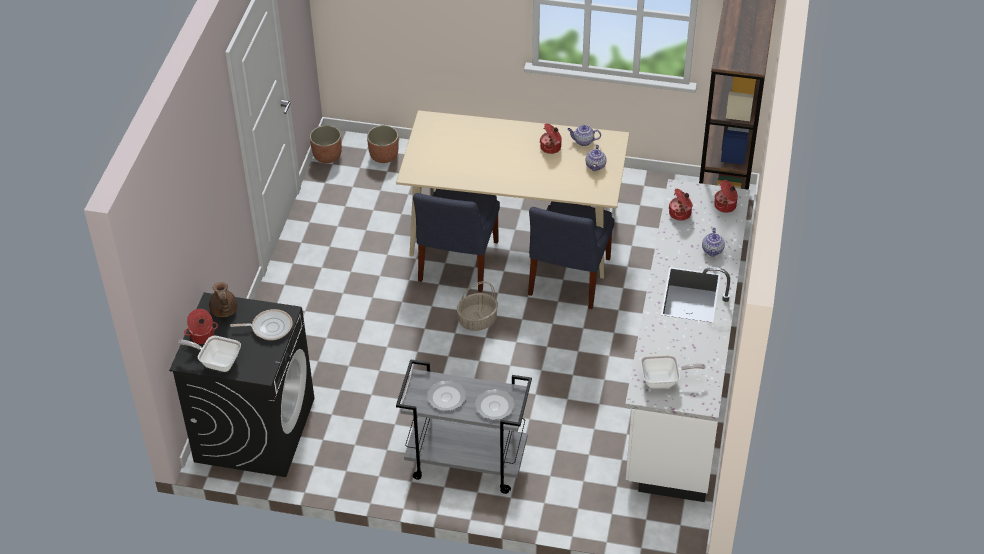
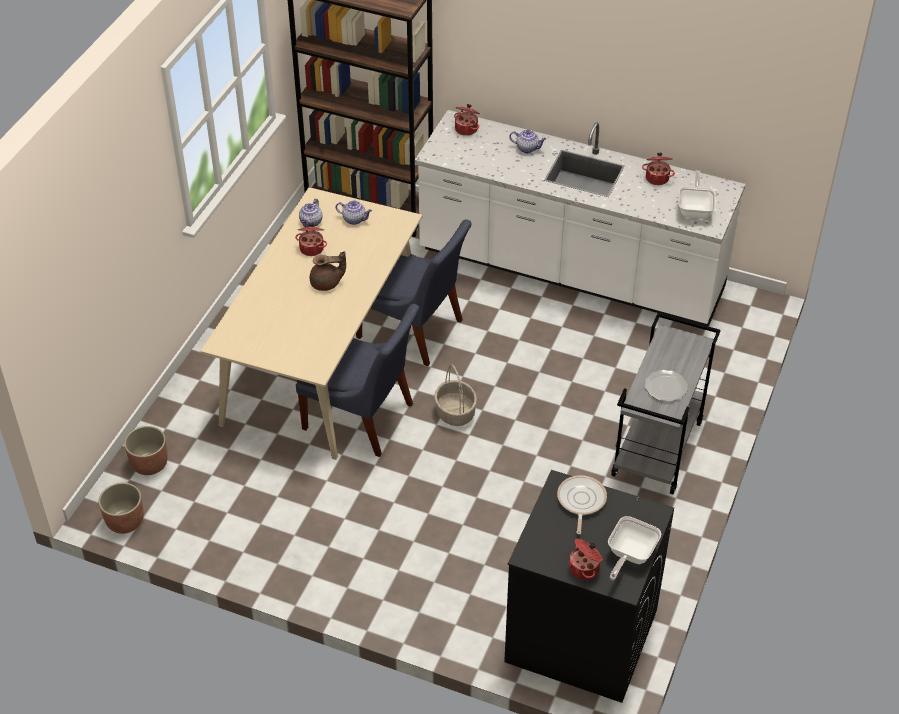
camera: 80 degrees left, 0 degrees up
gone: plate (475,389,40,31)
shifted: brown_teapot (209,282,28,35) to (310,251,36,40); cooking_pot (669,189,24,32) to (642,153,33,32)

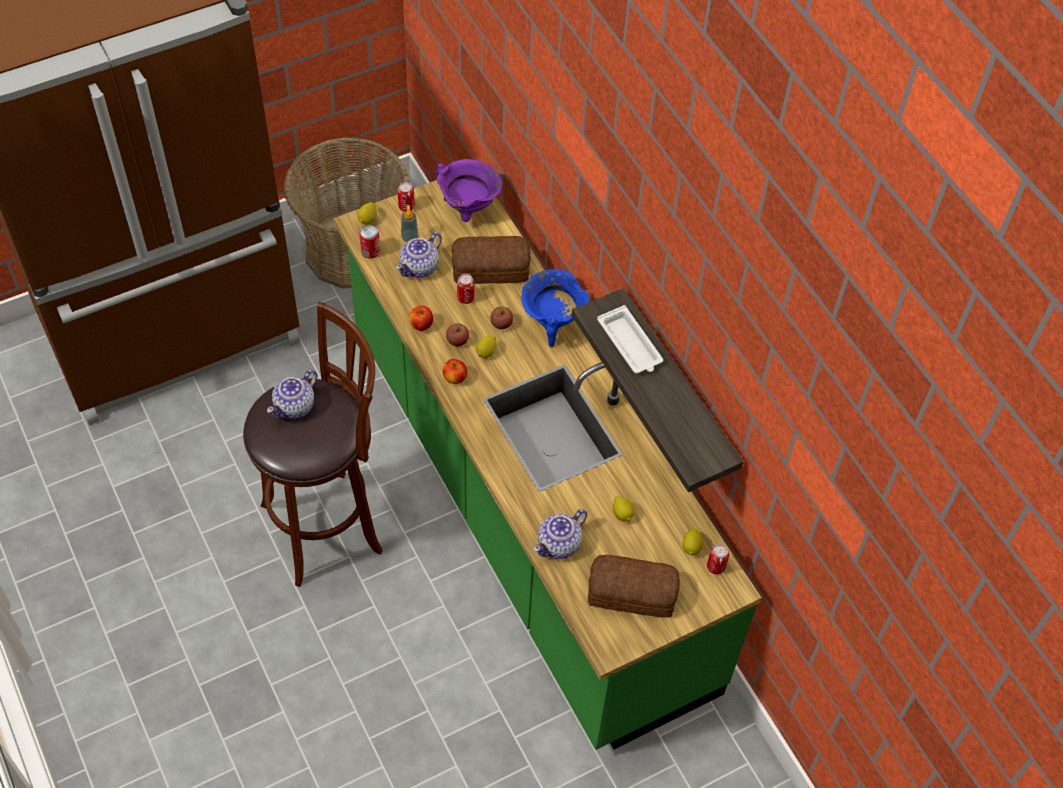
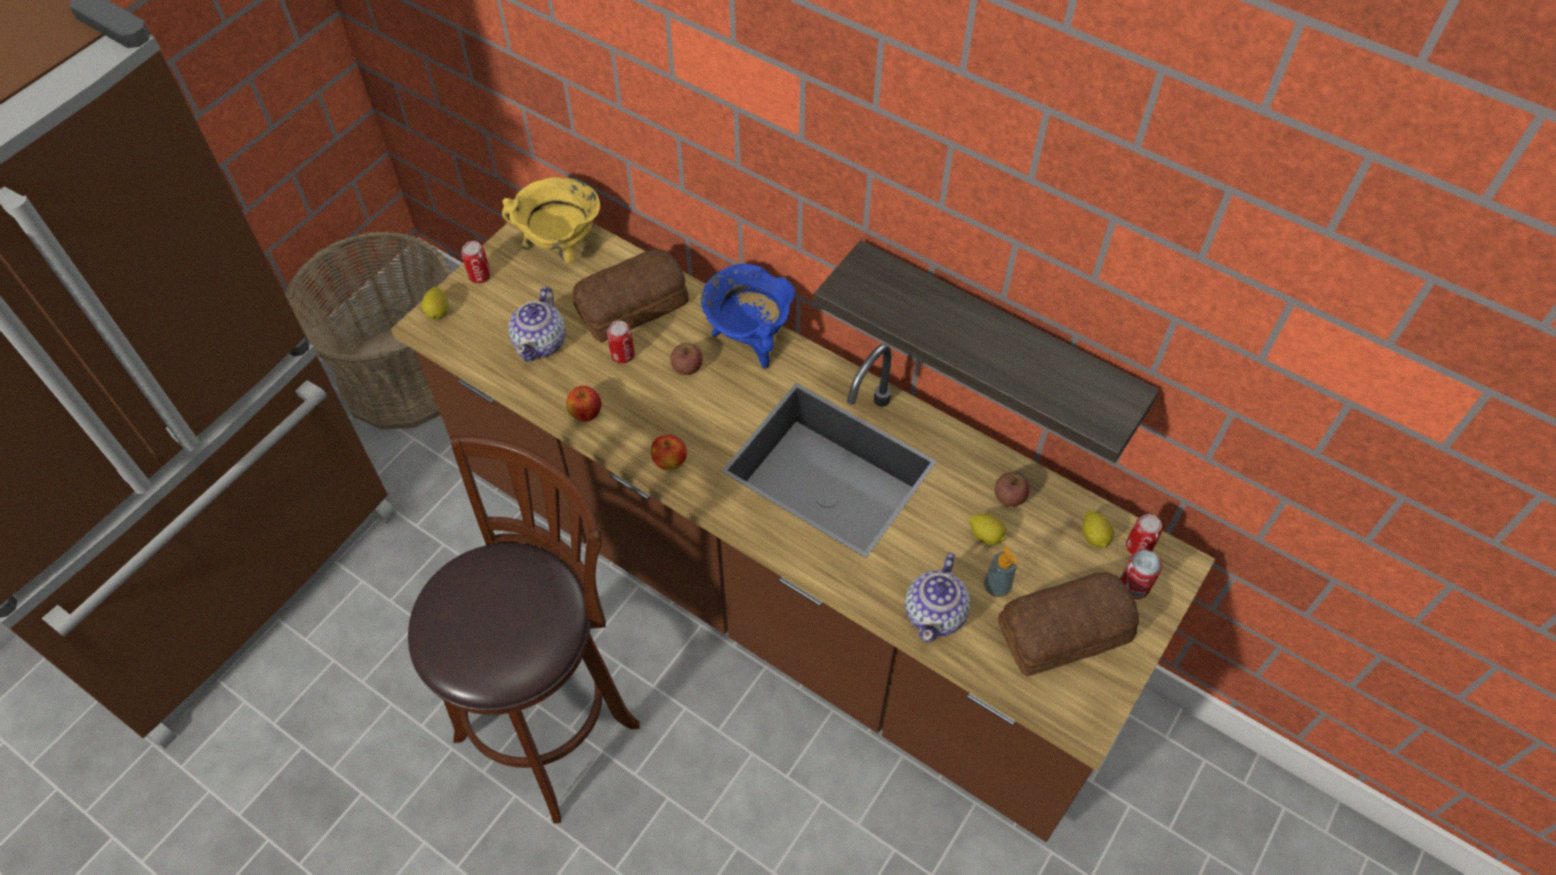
camera: 25 degrees left, 0 degrees up
gone: teapot (267,369,50,50); lemon (476,335,21,23); white_tray (597,305,66,69)
shifted: soap_dispenser (401,205,17,37) to (984,546,34,51); apple (446,323,23,23) to (994,472,35,35); can (359,225,21,33) to (1120,550,42,49)
repainted: green_counter (334,180,428,570) to brown_counter (391,222,824,620); purple_cooking_pot (436,159,66,63) to yellow_cooking_pot (502,177,98,86)

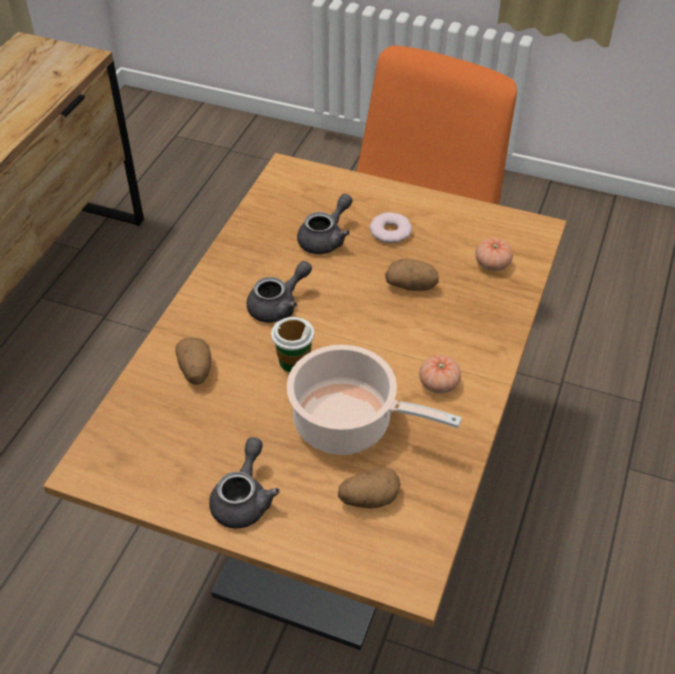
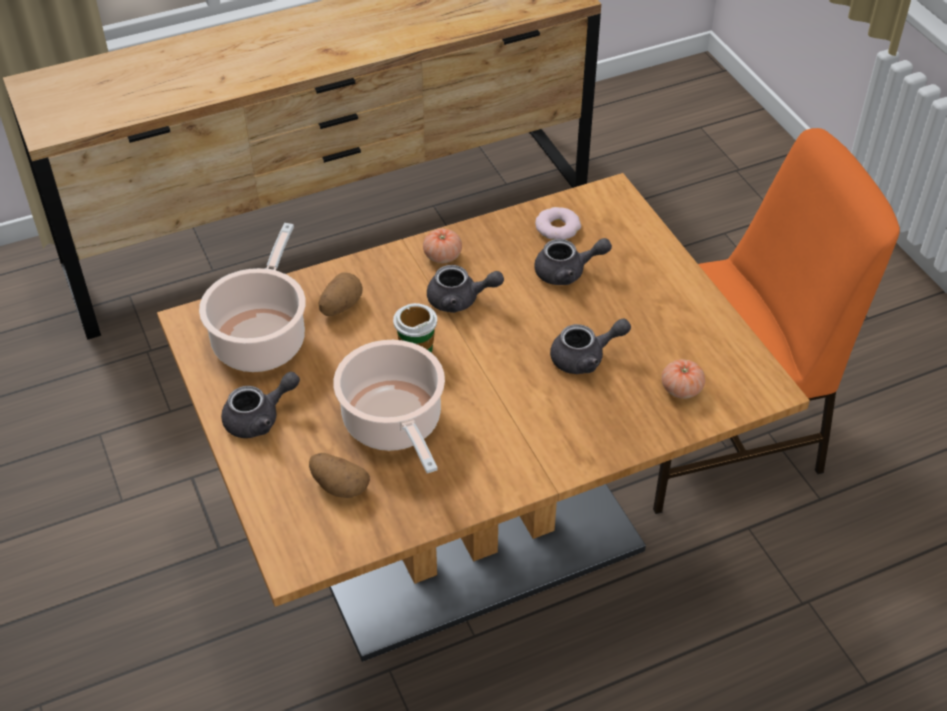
camera: 45 degrees right, 0 degrees up
new: cooking_pot (199,223,107,149)
shifted: tomato (419,355,42,38) to (423,228,39,35); donut (369,212,43,31) to (535,207,46,33)
swapped: potato (385,259,54,32) to grey_teapot (550,318,81,56)

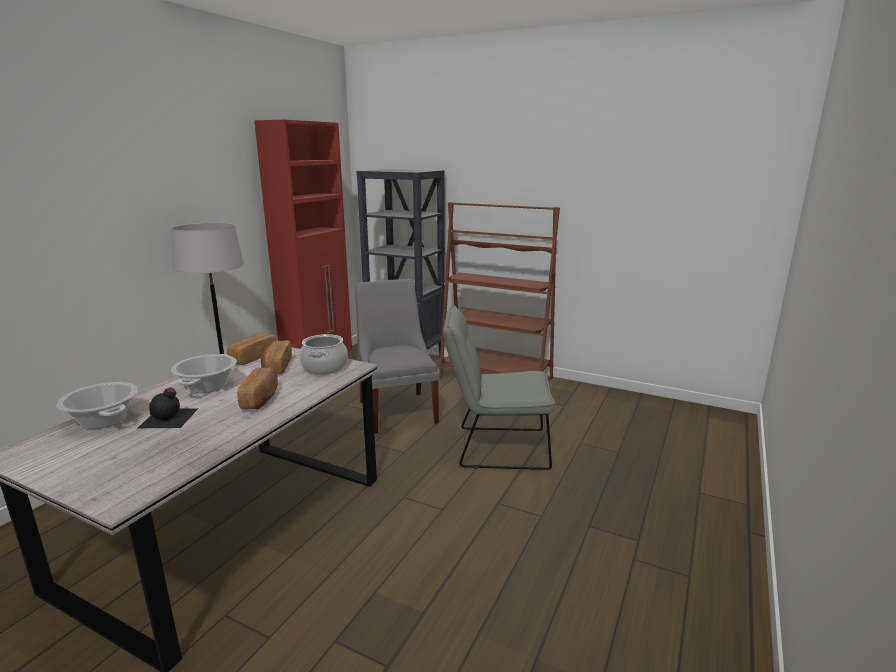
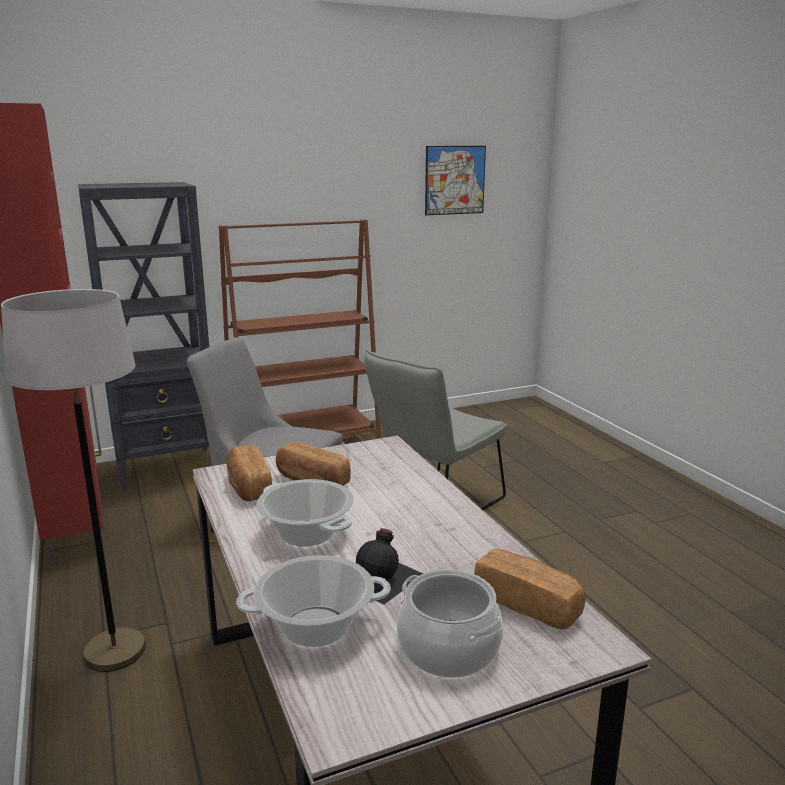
camera: 50 degrees left, 0 degrees up
new: picture (425,146,61,69)
shifted: cooking_pot (300,334,48,41) to (397,569,106,109); bread (237,367,41,42) to (474,549,112,81)

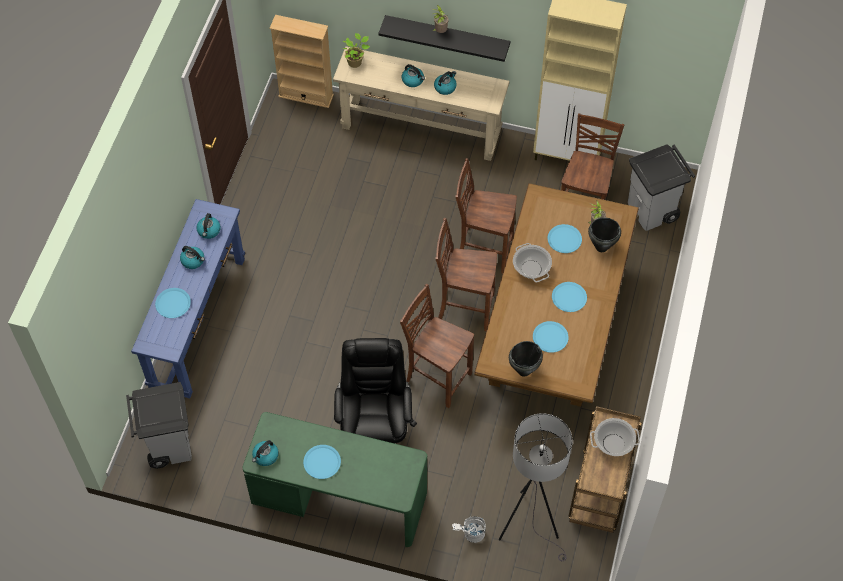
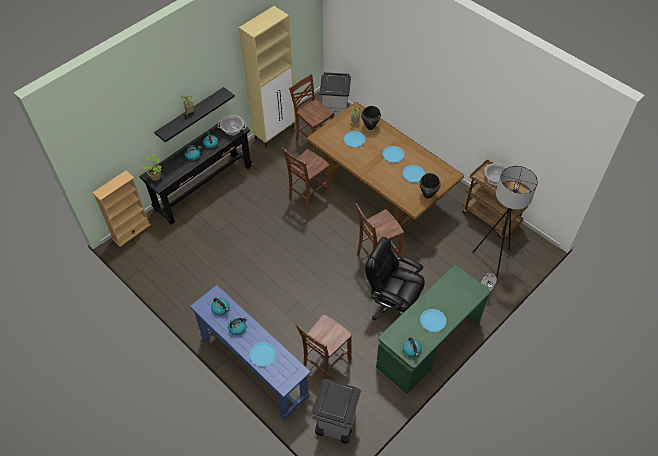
camera: 60 degrees left, 5 degrees down
shifted: cooking_pot (513,243,39,39) to (218,115,29,20); brown_chair (435,218,62,113) to (295,314,57,65)
repainted: beige_console_table (333,46,177,115) to black_console_table (139,122,113,103)

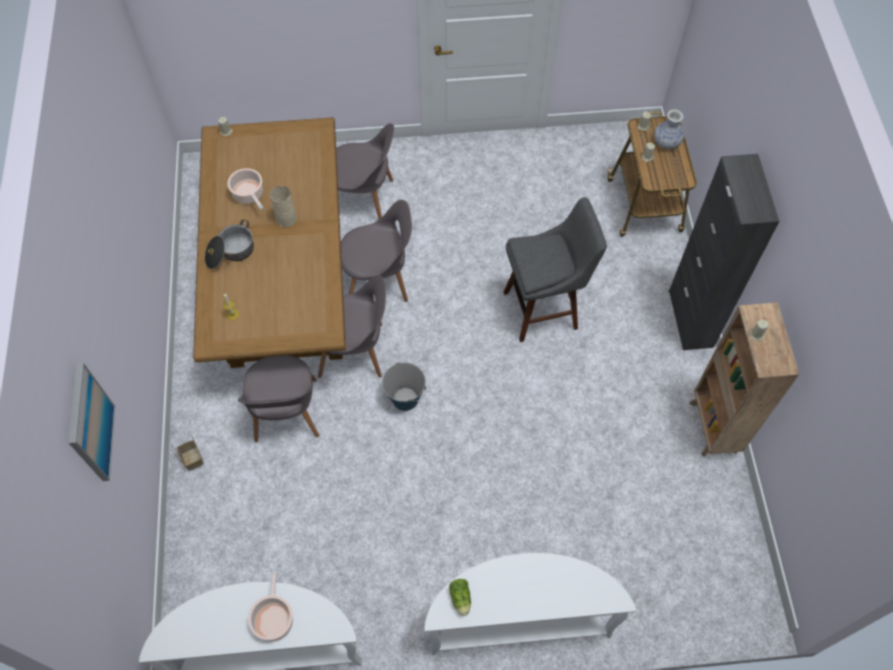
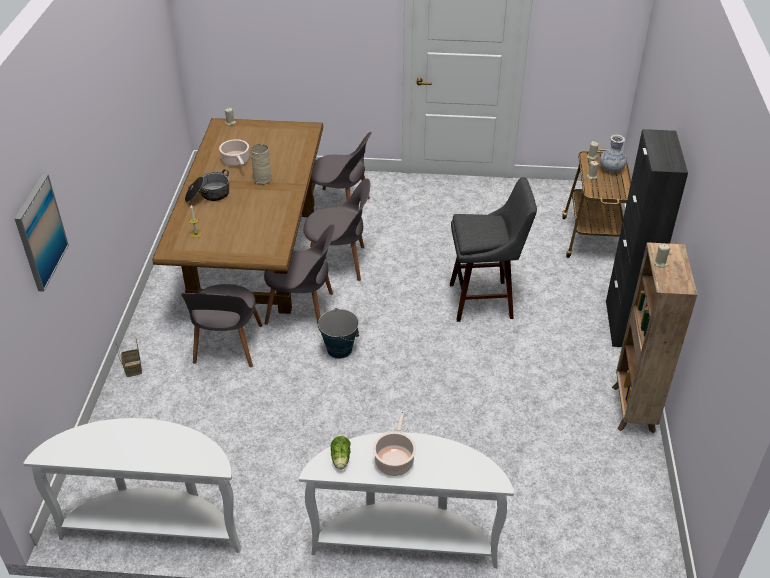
camera: 10 degrees right, 20 degrees down
shifted: cooking_pot (248,568,45,74) to (373,411,43,65)

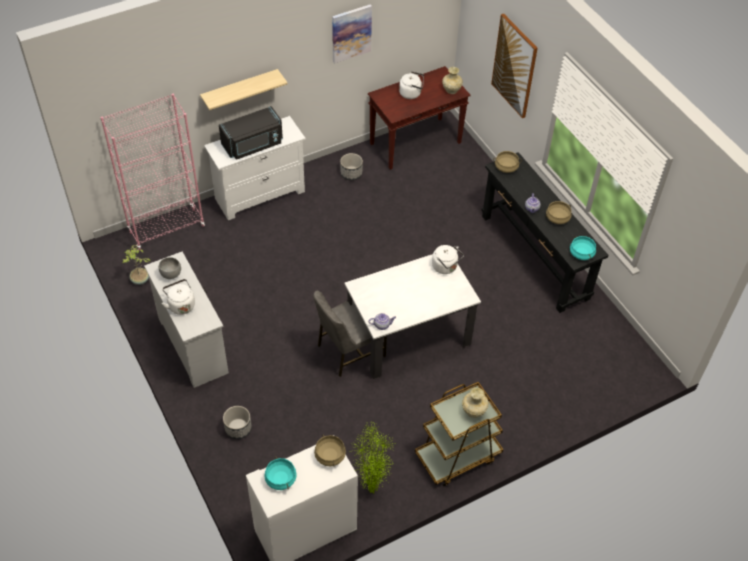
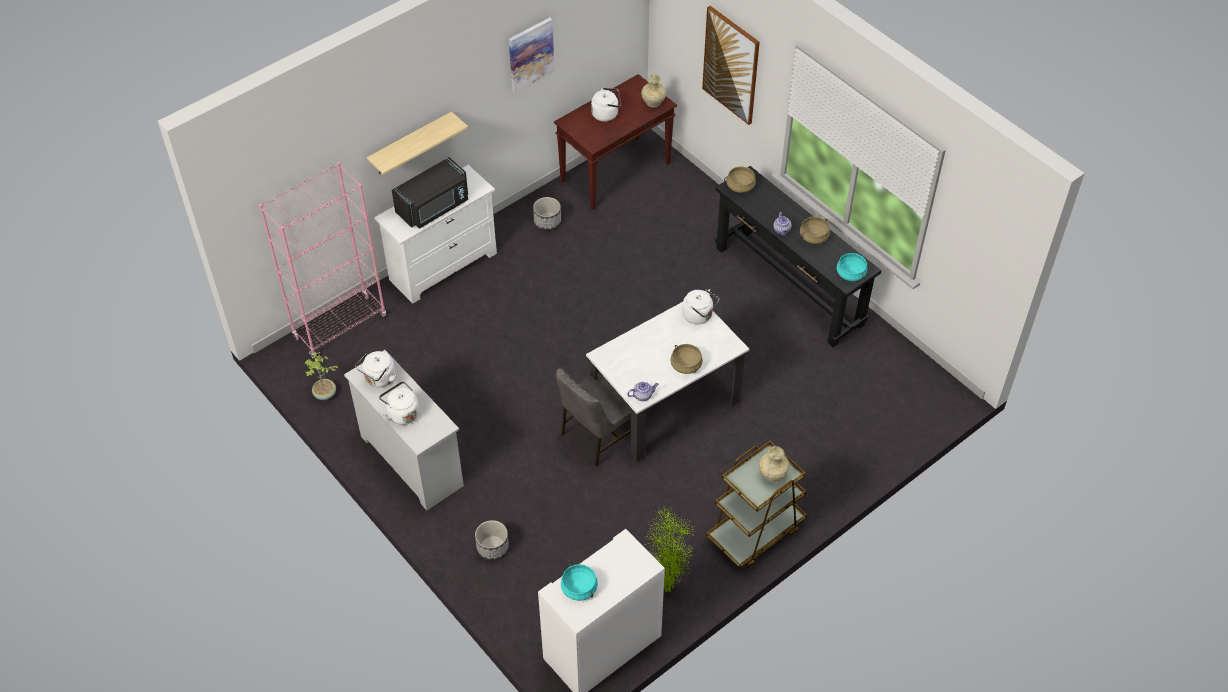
camera: 10 degrees left, 0 degrees up
shifted: beige_cooking_pot (314,435,32,32) to (670,344,33,30)
swapped: grey_bowl (159,257,22,22) to white_kettle (355,351,41,36)

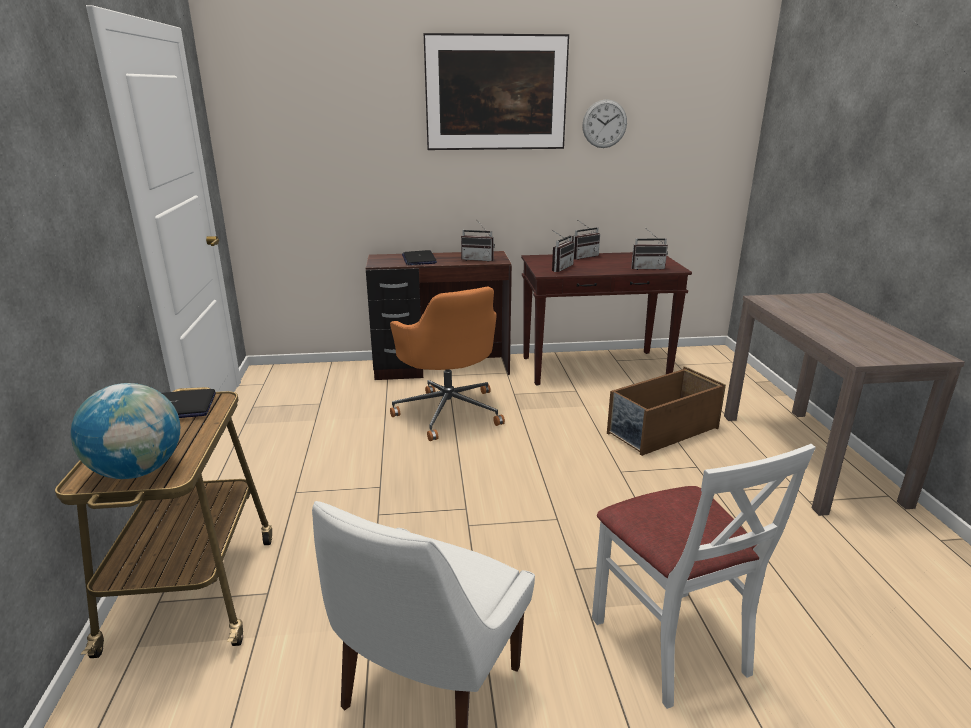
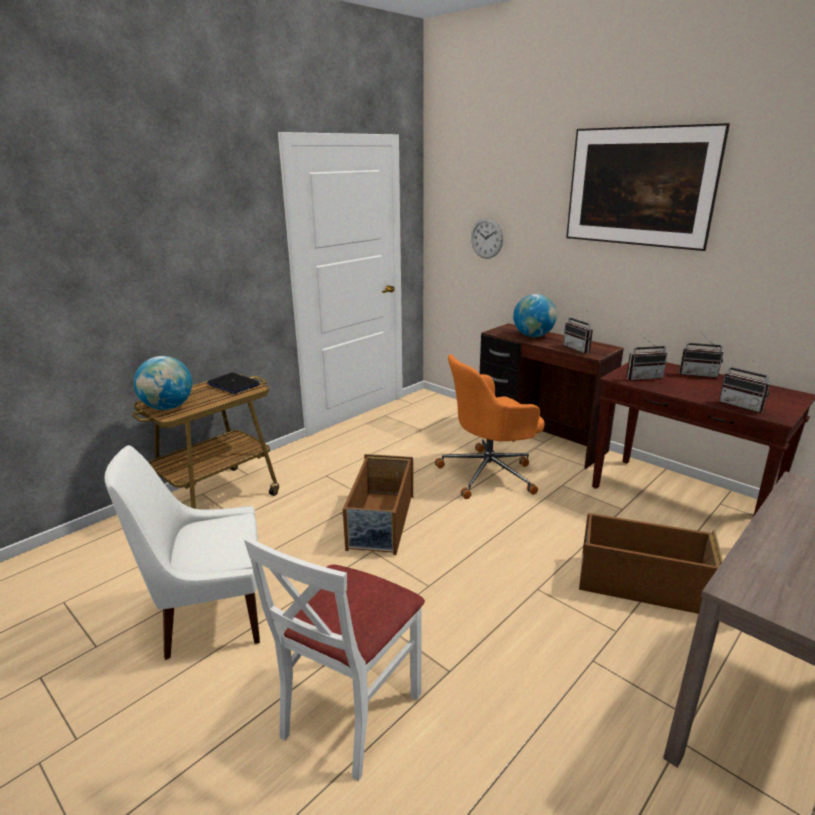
camera: 50 degrees right, 0 degrees up
new: brown_storage_box (343,454,70,101)
shifted: wall_clock (582,99,45,49) to (471,218,32,41)
swapped: laptop (402,250,35,15) to globe (513,294,44,43)
rotated: orange_office_chair (390,286,115,155) = (435,354,110,145) 45 degrees clockwise

